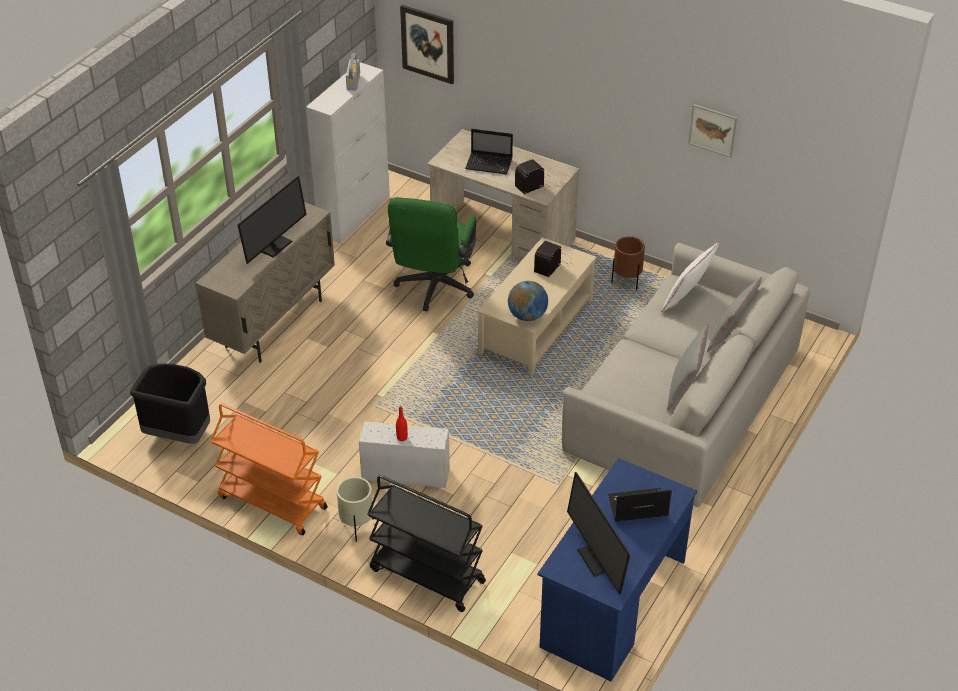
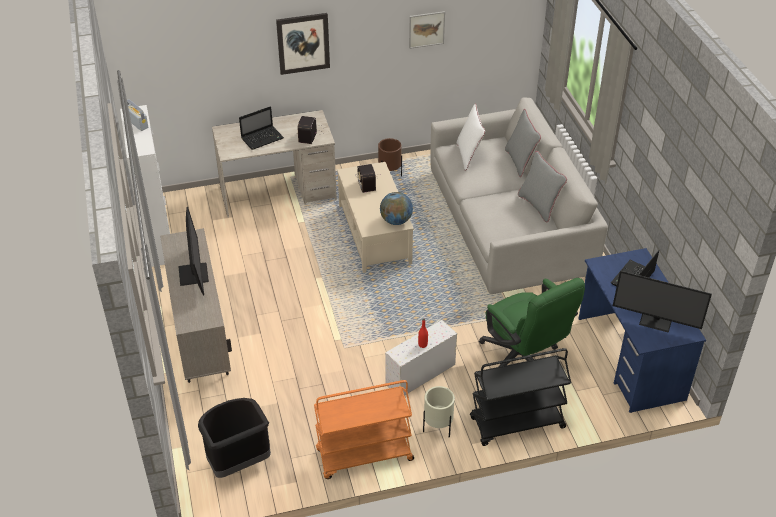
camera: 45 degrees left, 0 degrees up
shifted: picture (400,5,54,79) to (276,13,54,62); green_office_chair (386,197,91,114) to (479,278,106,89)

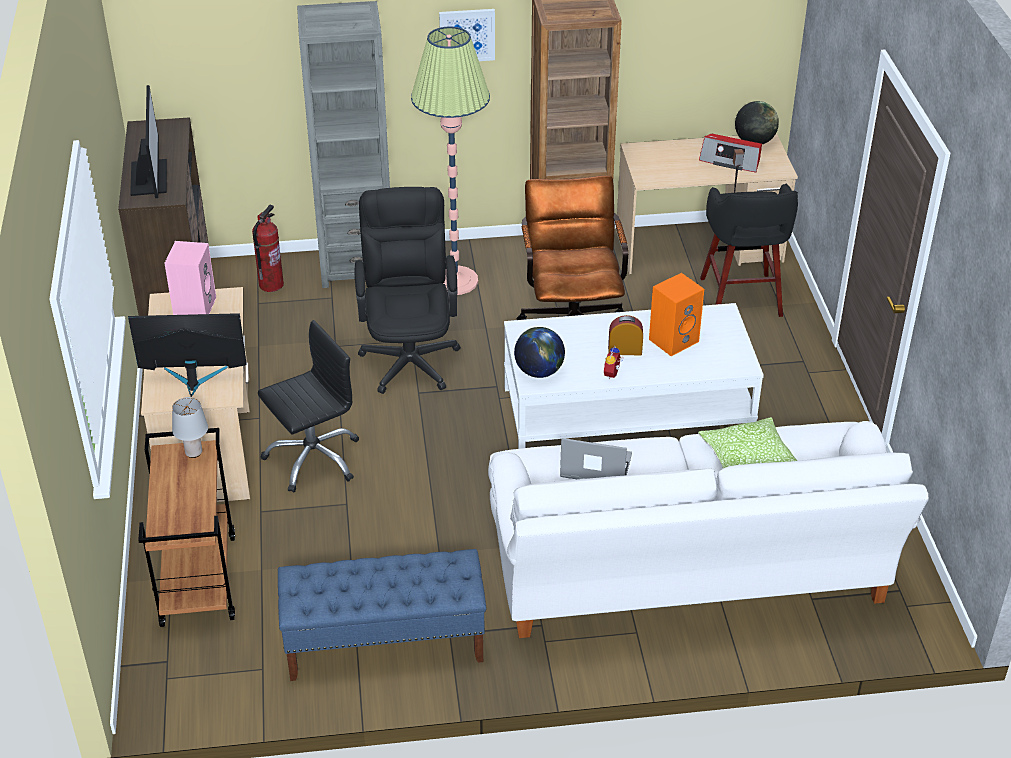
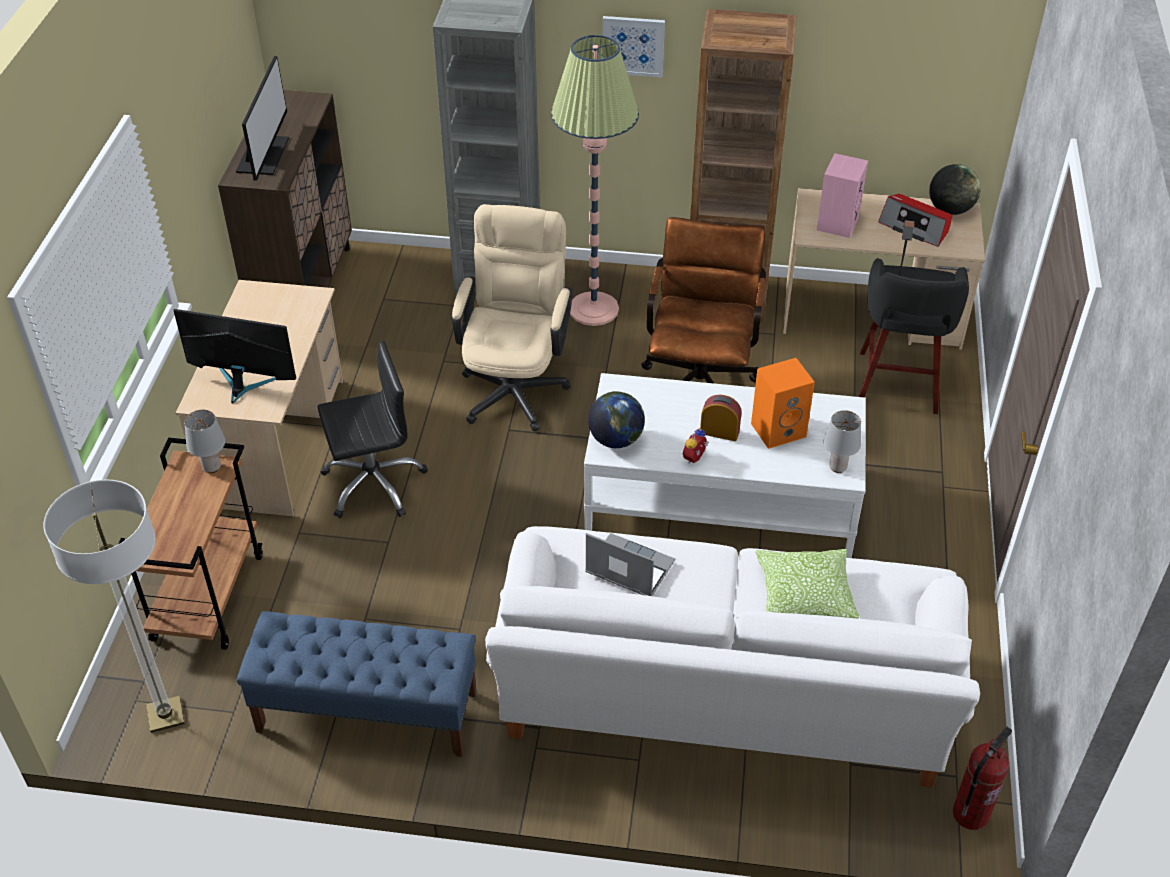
camera: 15 degrees right, 5 degrees up
new: floor_lamp (44,479,141,254); grey_table_lamp (824,410,37,63)
shifted: pink_speaker (164,241,52,74) to (817,153,51,85); fire_extinguisher (252,205,32,87) to (953,727,59,103)
repainted: black_office_chair (355,187,106,207) to beige_office_chair (452,204,121,228)

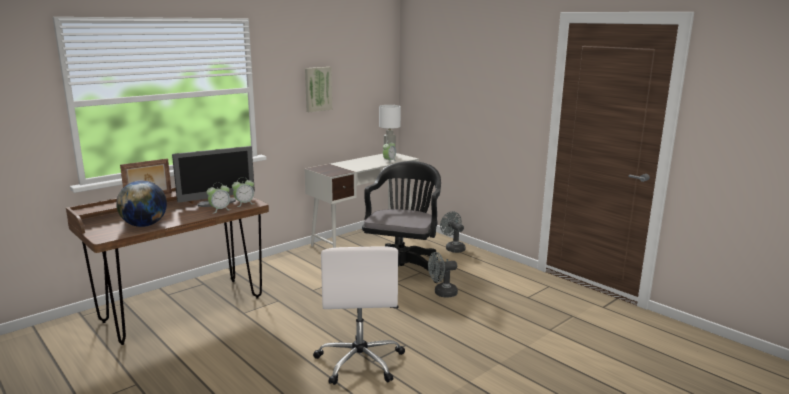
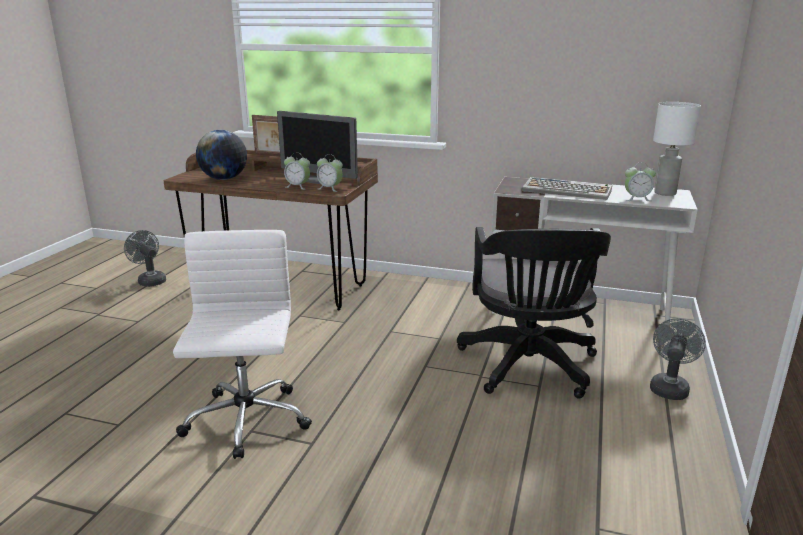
camera: 60 degrees right, 5 degrees up
gone: picture (305,67,27,45)
new: keyboard (522,177,90,23)
shifted: grey_fan (428,252,30,46) to (124,230,42,57)
rotated: white_office_chair (313,247,92,138) = (173,230,139,229) 120 degrees clockwise; black_office_chair (362,161,79,122) = (457,227,154,172) 105 degrees clockwise

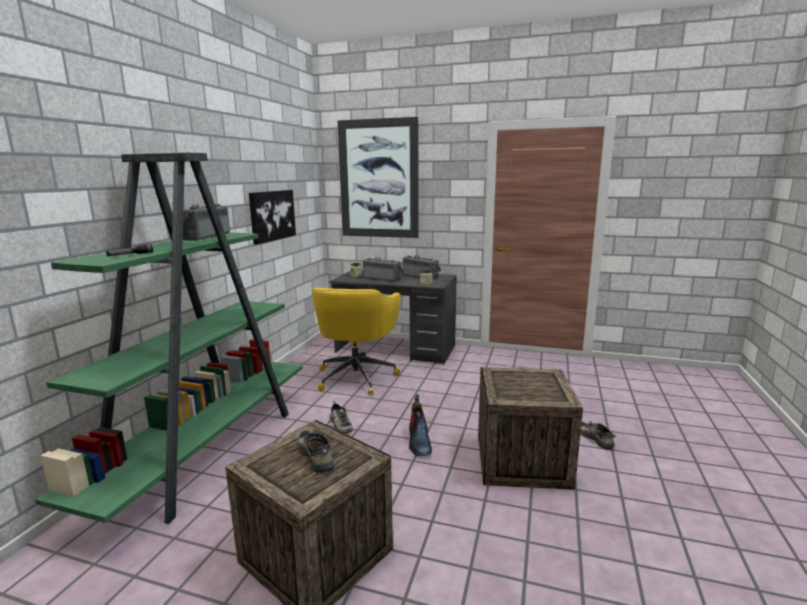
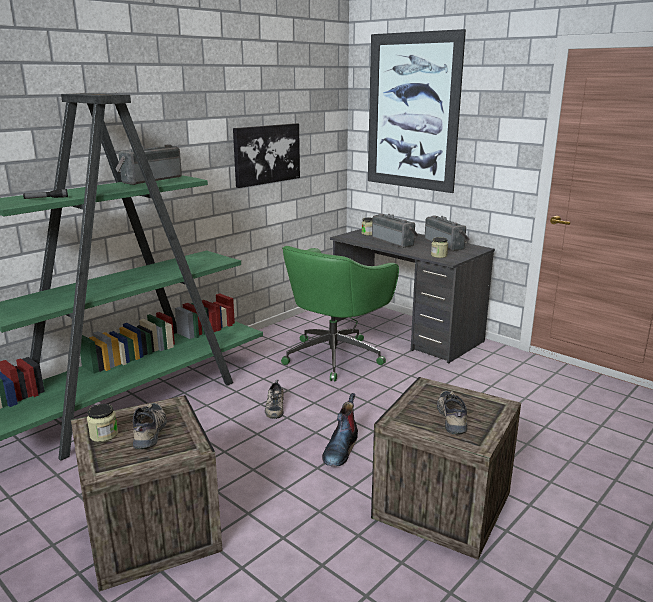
camera: 25 degrees right, 5 degrees up
new: jar (87,404,31,38)
shifted: shoe (580,421,36,29) to (437,391,30,44)
repainted: yellow_office_chair (312,288,89,107) to green_office_chair (281,246,118,135)

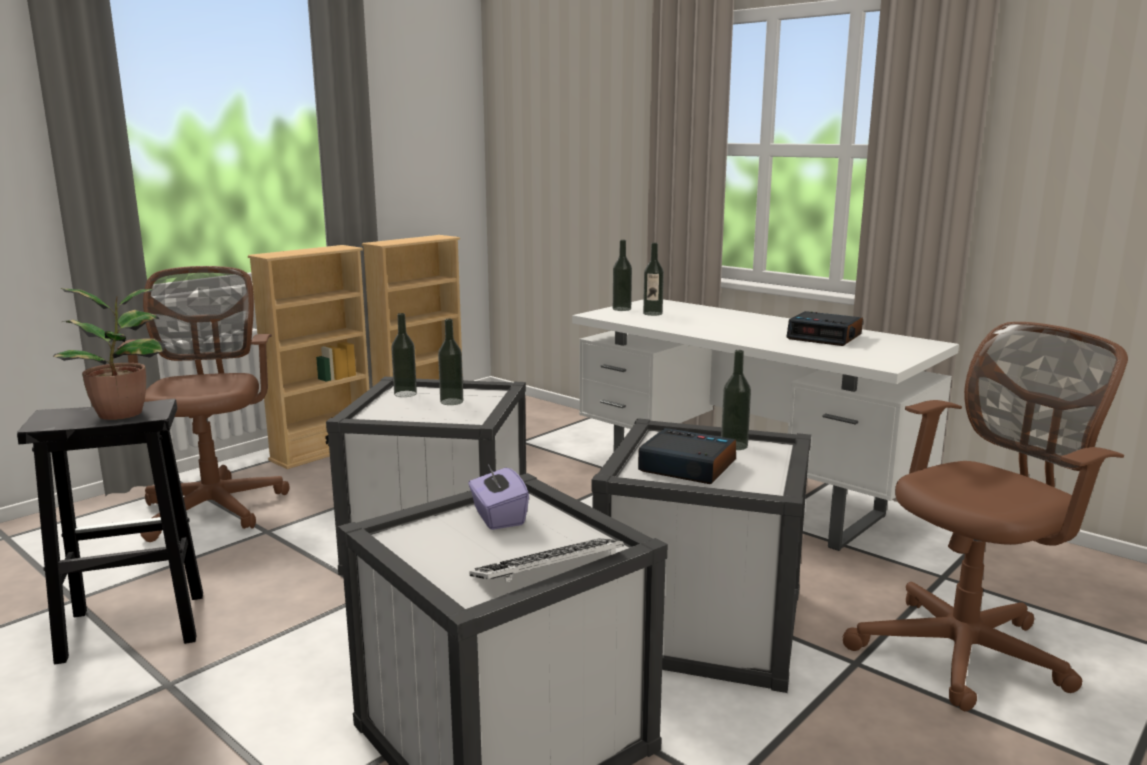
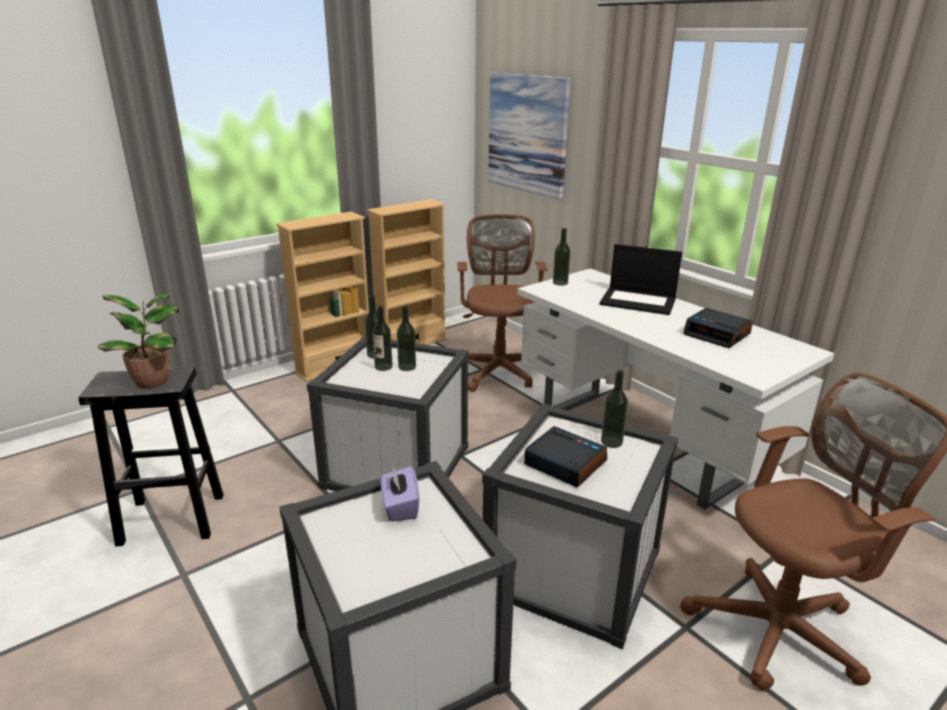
camera: 10 degrees right, 10 degrees up
gone: keyboard (470,539,154,43)
new: picture (488,72,83,128); laptop (600,244,82,71)
shifted: bottle (643,243,21,73) to (372,306,21,65); brown_office_chair (117,266,172,276) to (457,214,91,178)

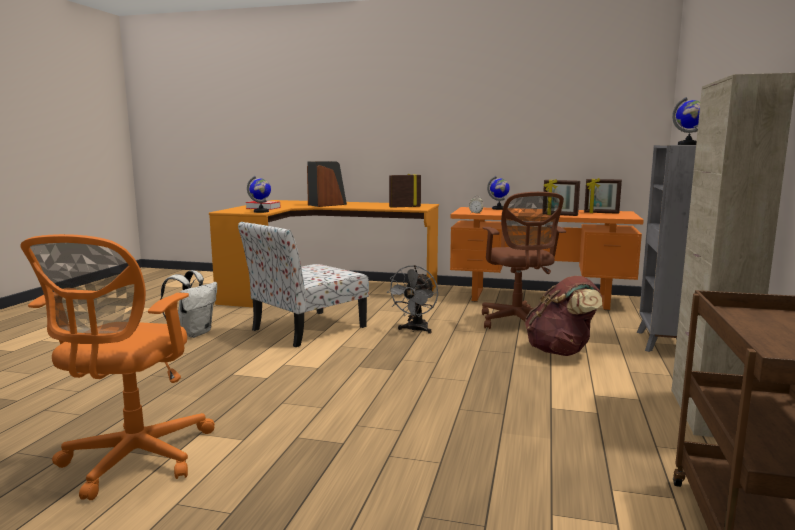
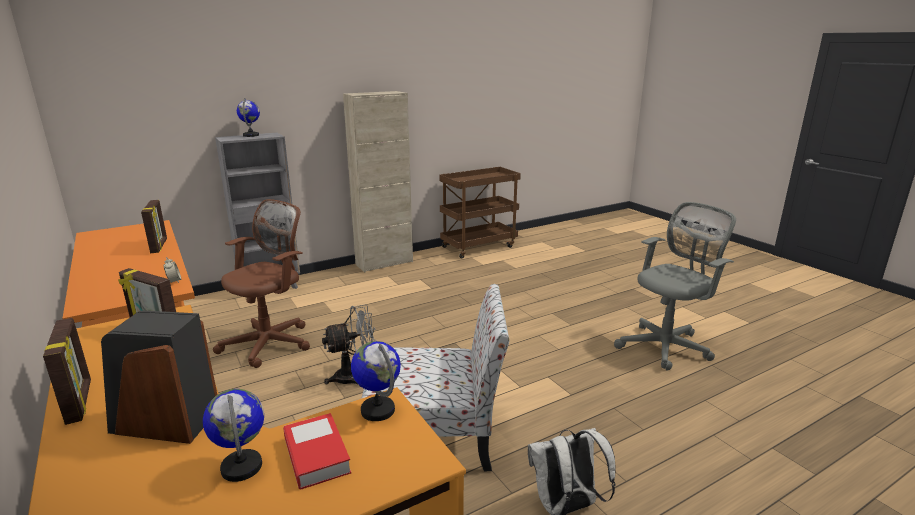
camera: 135 degrees left, 10 degrees up
gone: brown_backpack (525,276,77,80)
shifted: picture_frame (584,178,38,36) to (43,318,48,107); globe (487,176,23,34) to (203,389,61,93)
repainted: orange_office_chair (20,234,195,266) to grey_office_chair (614,202,122,169)

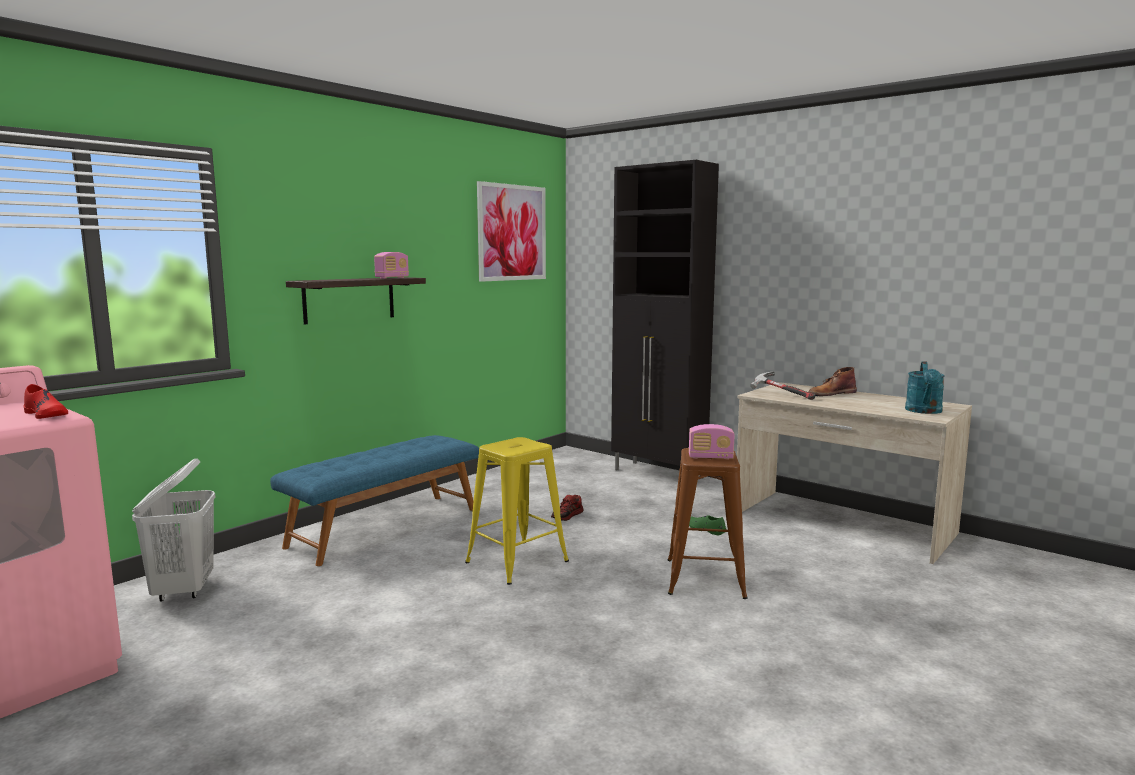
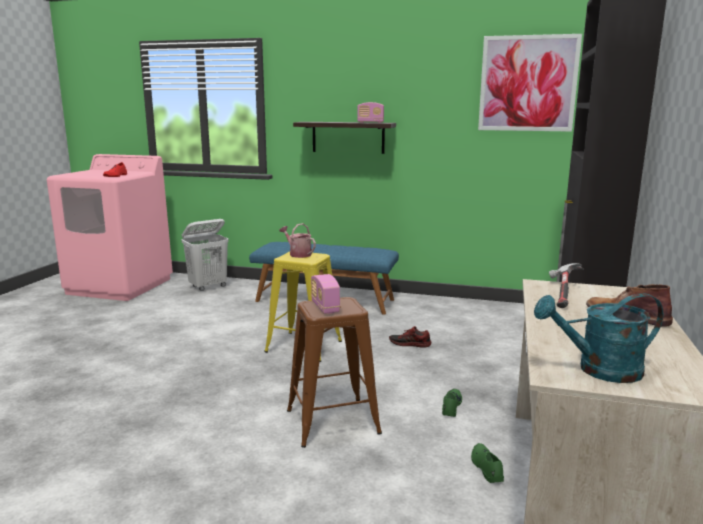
camera: 65 degrees right, 5 degrees up
new: watering_can (279,223,37,35); green_shoe (471,443,33,40)

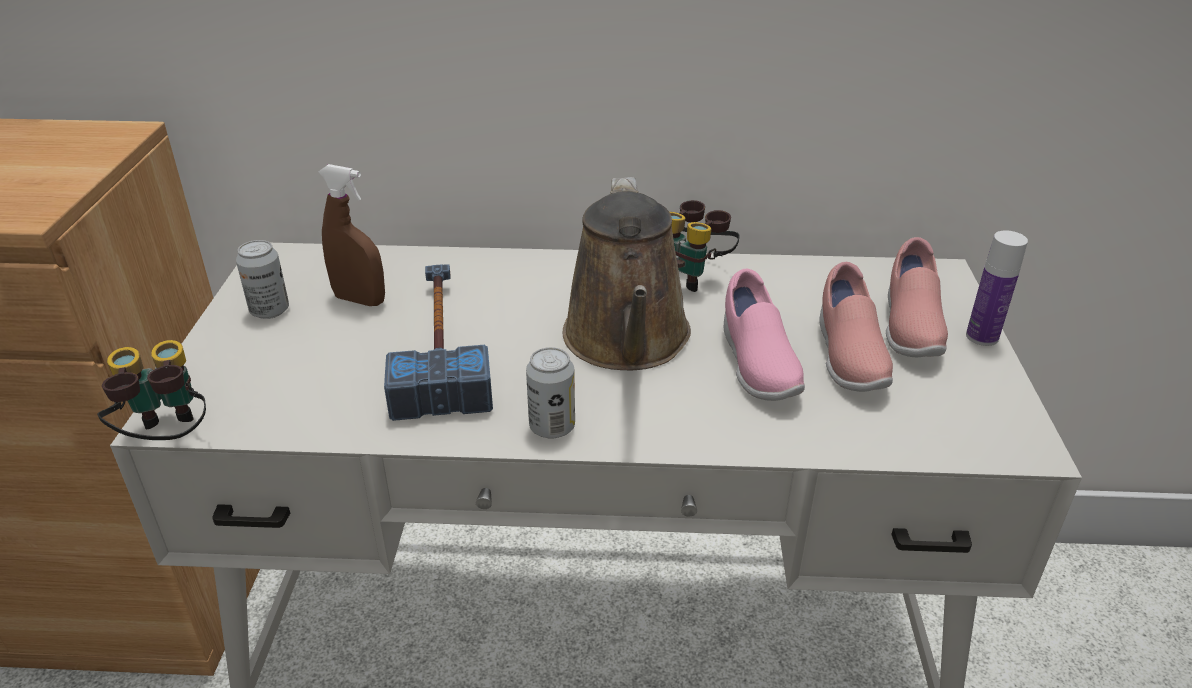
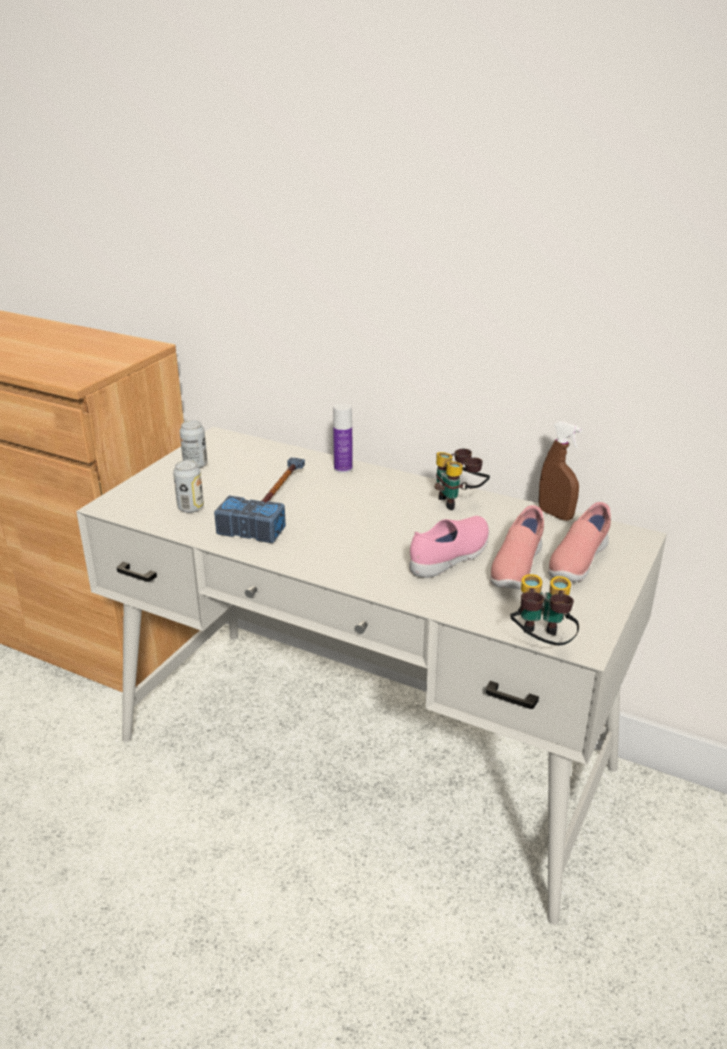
camera: 25 degrees right, 5 degrees down
gone: brown_watering_can (563,177,128,193)
shifted: can (526,347,49,92) to (173,460,31,53); bottle (966,230,62,116) to (333,403,20,70); binoculars (97,340,109,100) to (510,574,69,71); brown_spray_bottle (318,164,67,142) to (539,421,43,100)
rotated: pink_shoe (724,269,81,132) = (409,516,80,62) 150 degrees counterclockwise

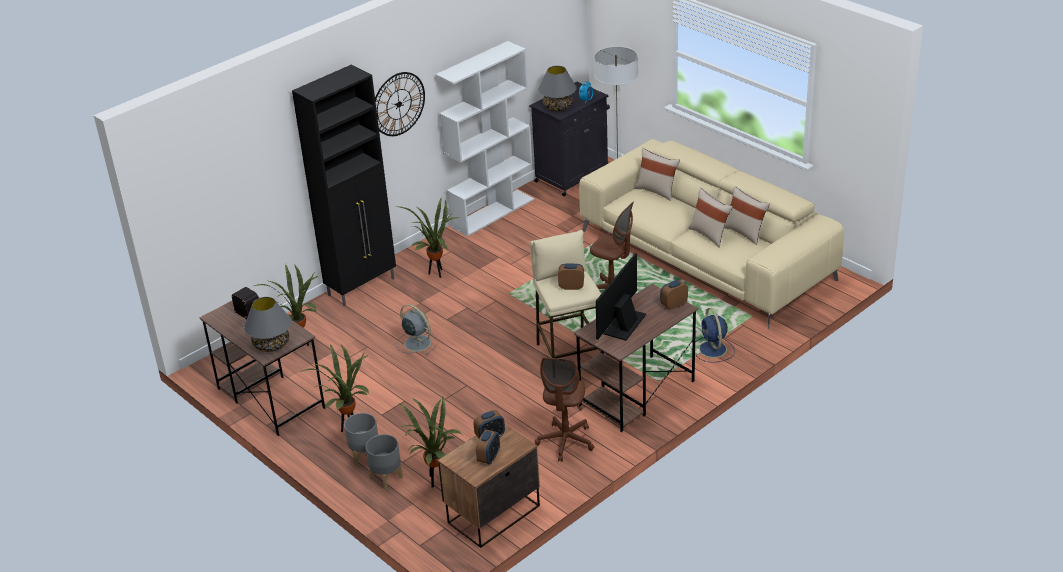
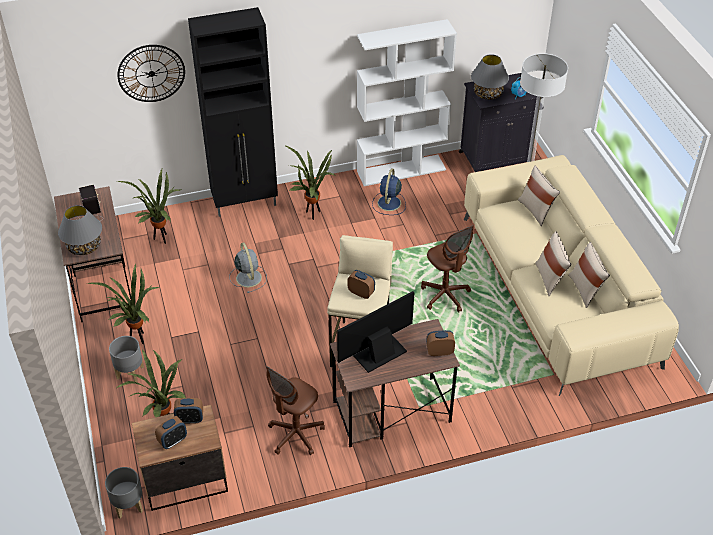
camera: 25 degrees right, 10 degrees up
shifted: grey_planter (366,434,37,55) to (105,467,38,52); wall_clock (375,72,50,64) to (118,45,67,57); blue_fan (695,308,40,55) to (372,168,34,47)

